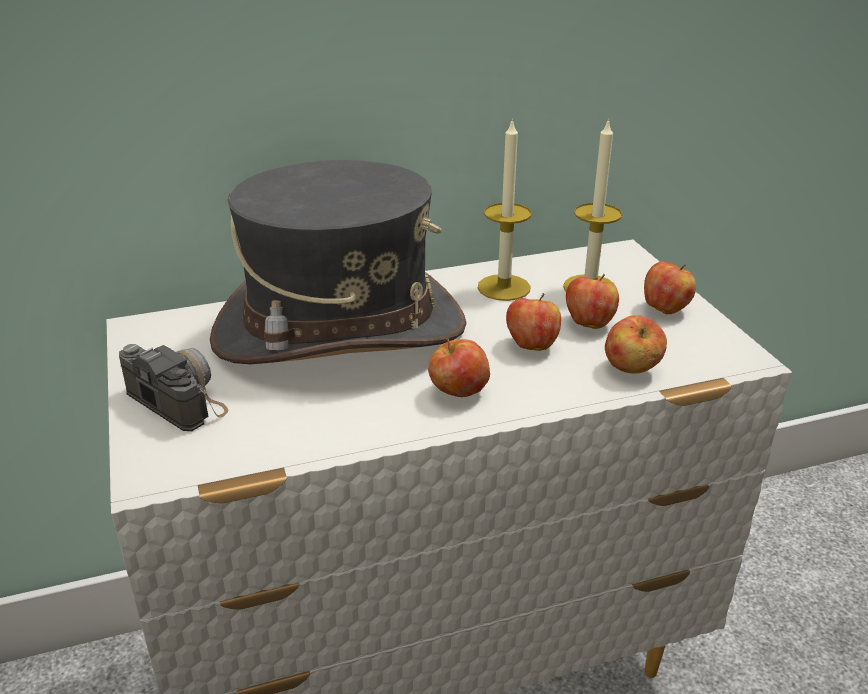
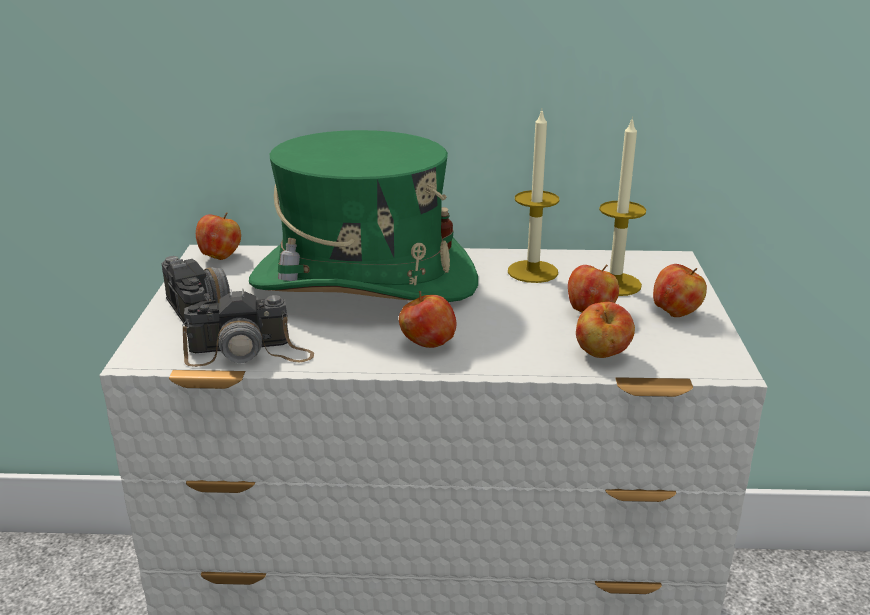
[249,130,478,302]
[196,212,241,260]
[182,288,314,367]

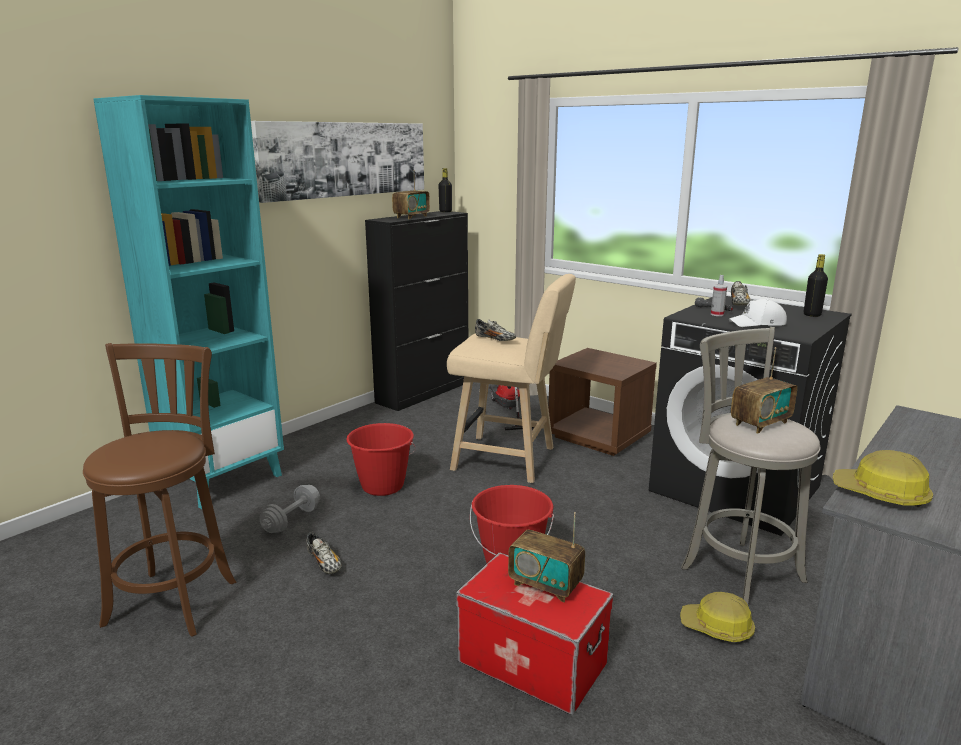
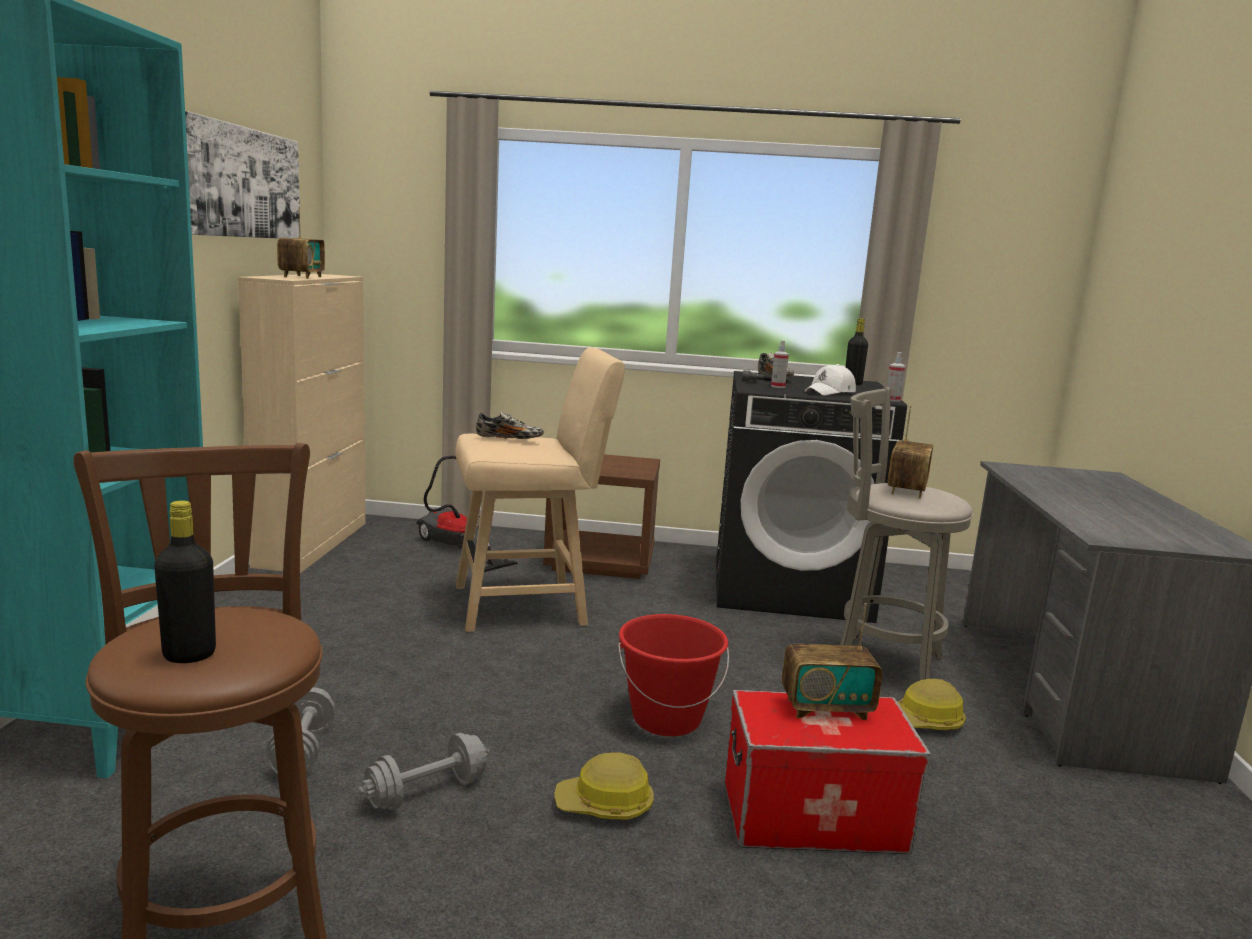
[359,733,489,810]
[346,423,416,496] (first image)
[238,274,365,573]
[154,501,216,663]
[555,753,654,820]
[887,352,905,402]

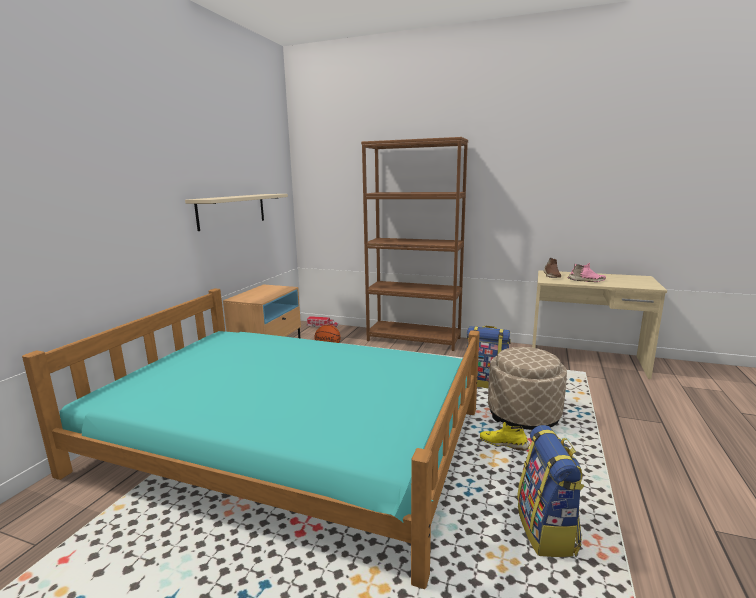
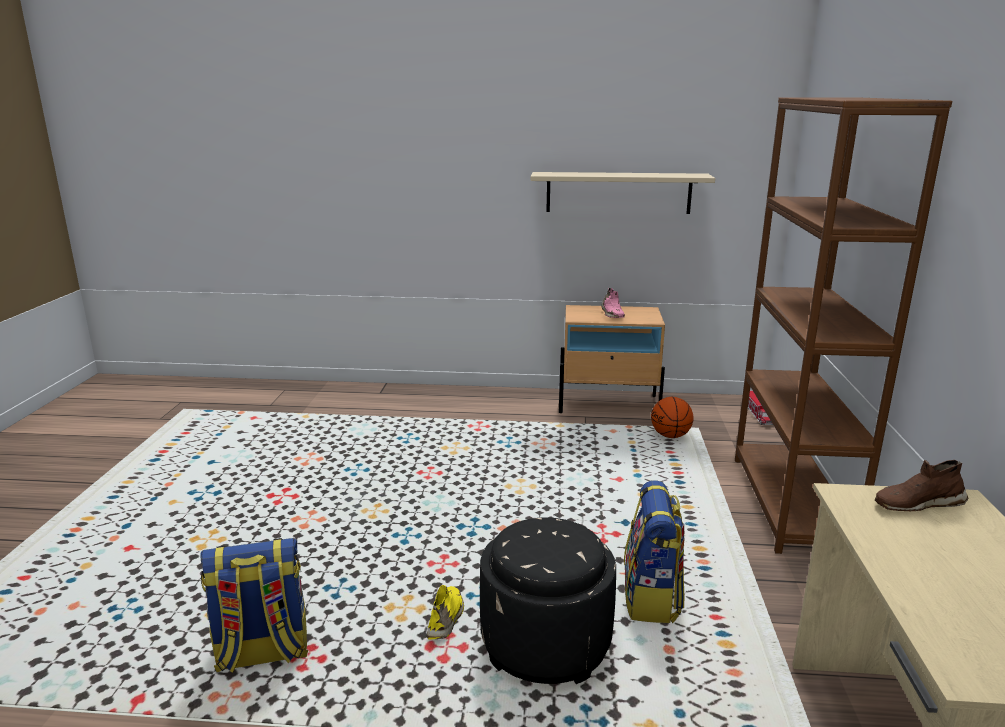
[22,288,480,589] (first image)
[480,517,616,684]
[601,288,625,318]

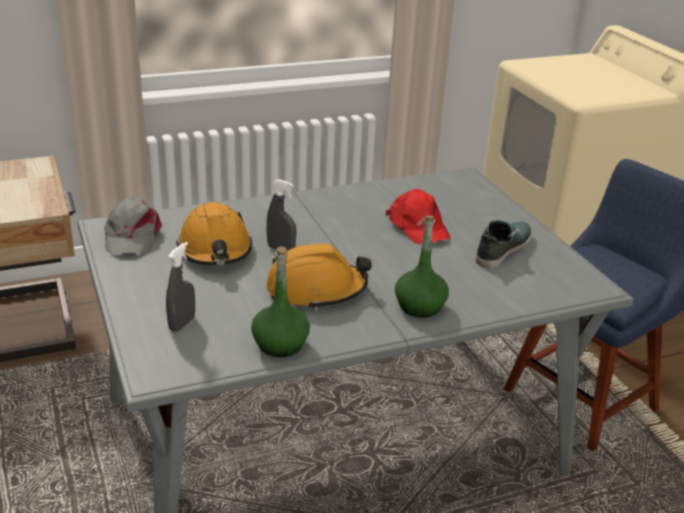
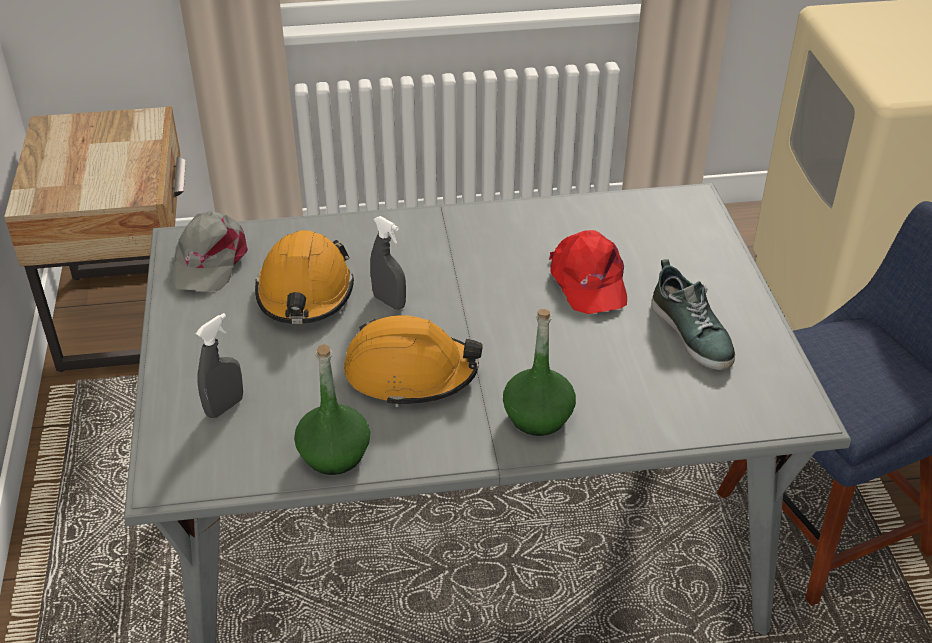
[651,259,735,370]

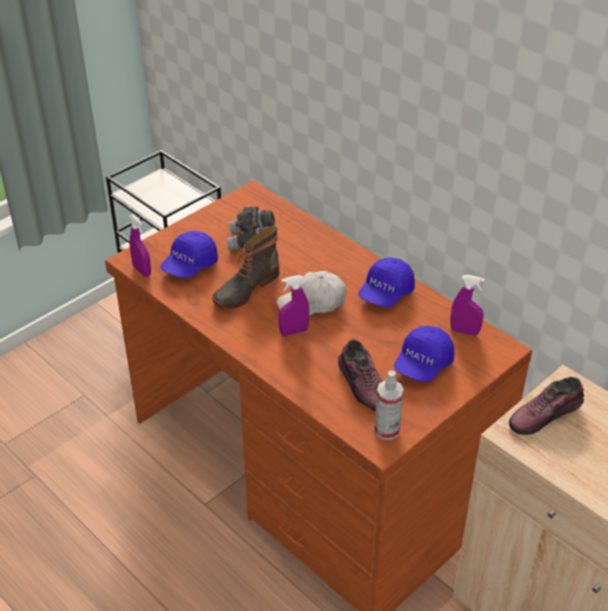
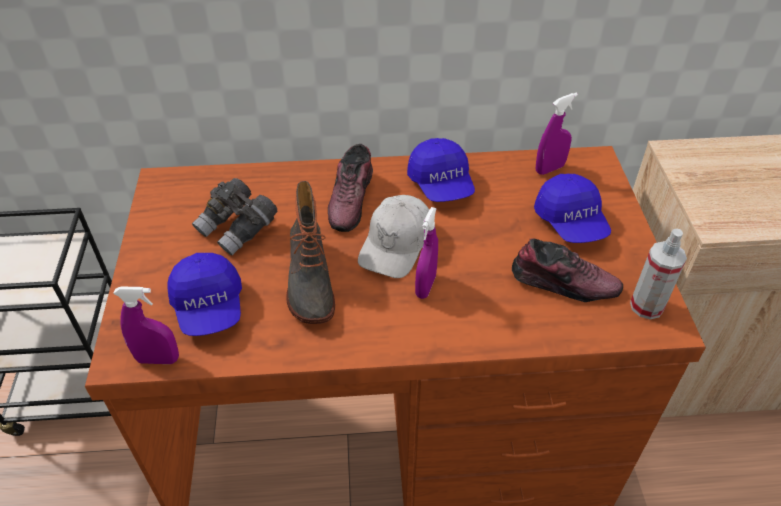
[328,144,373,232]

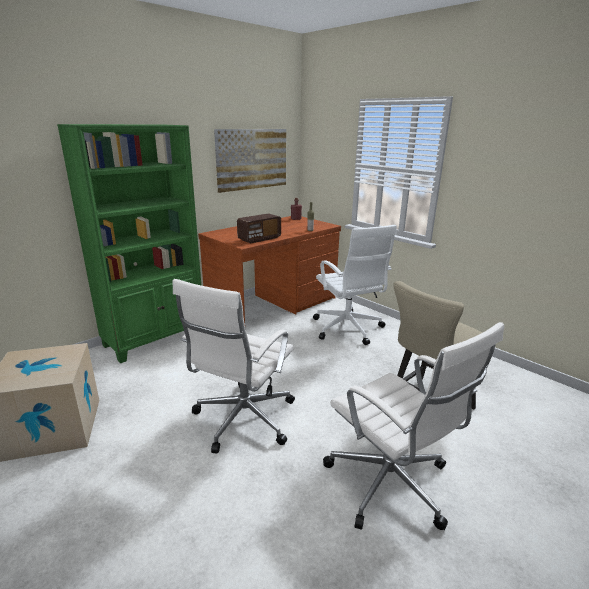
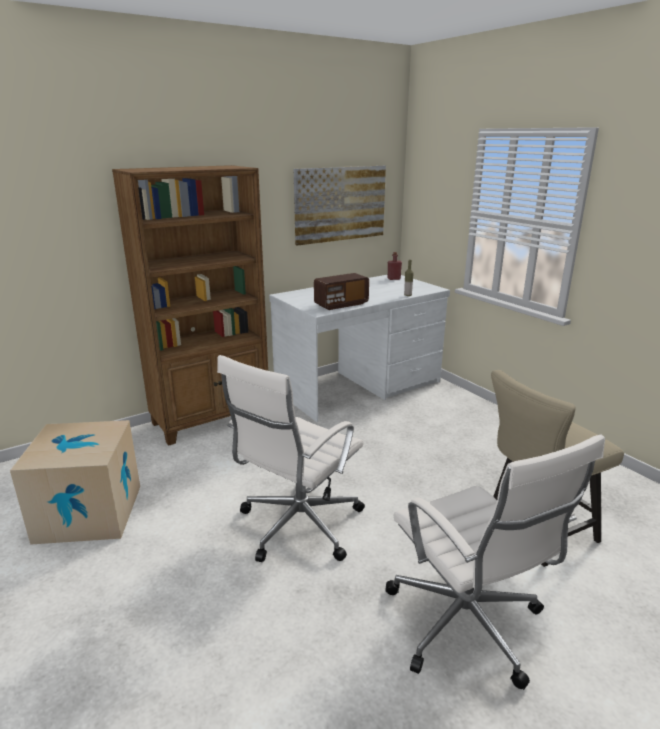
[112,165,268,446]
[269,275,450,422]
[313,225,397,345] (first image)

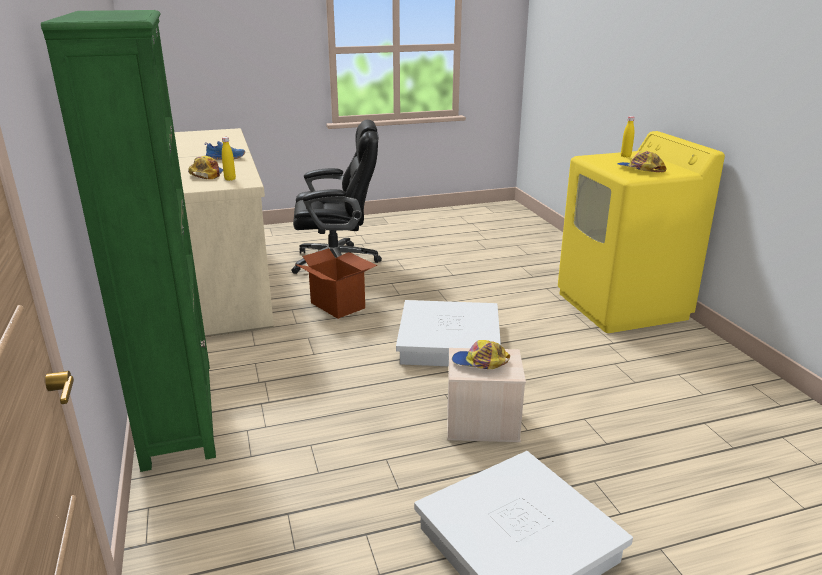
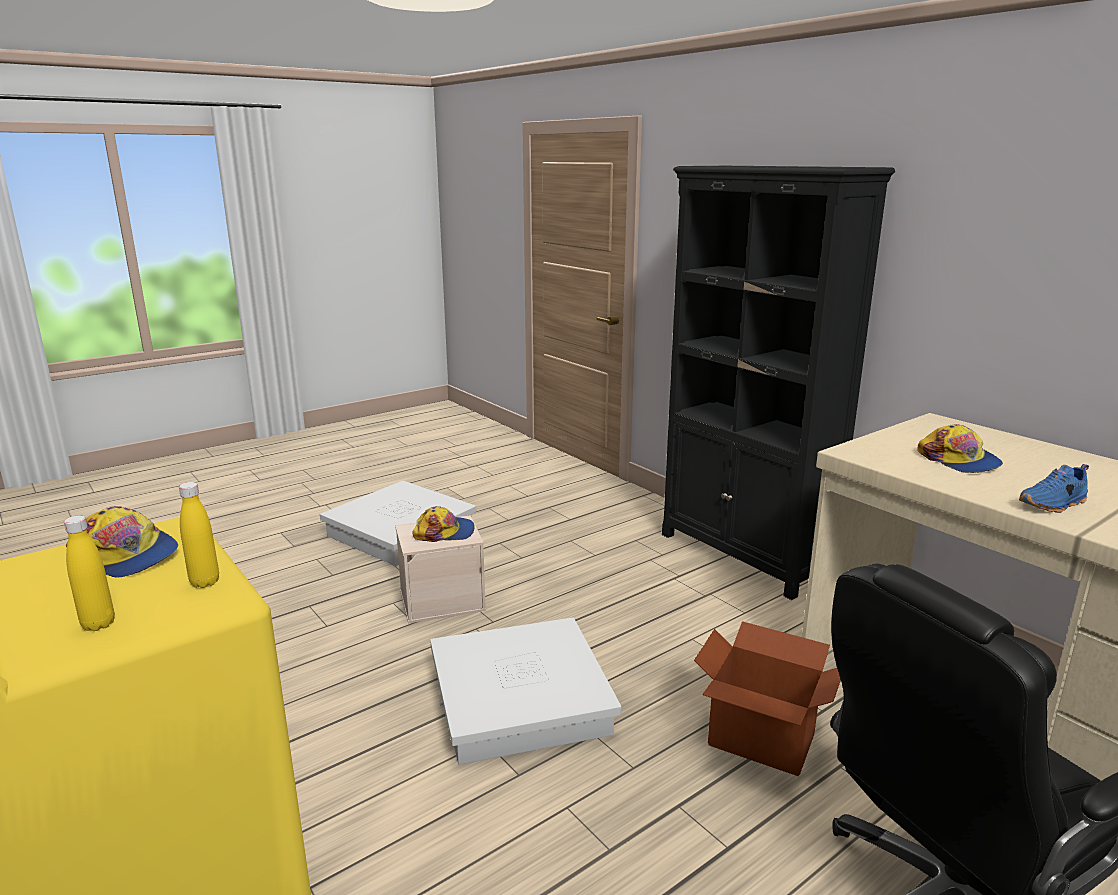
[662,166,895,600]
[179,482,219,588]

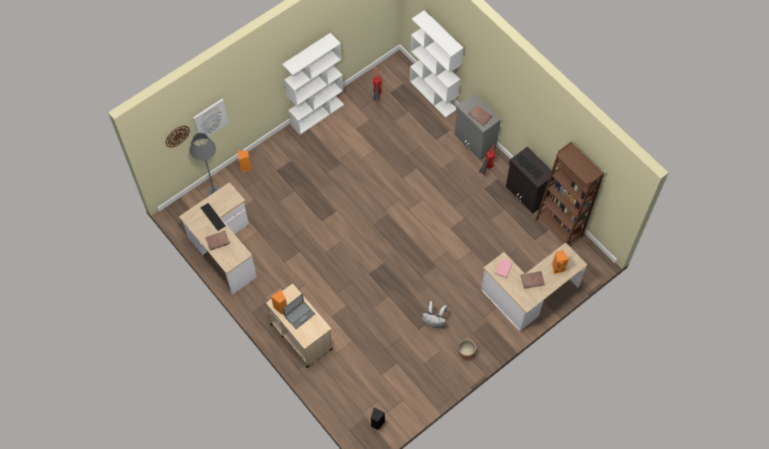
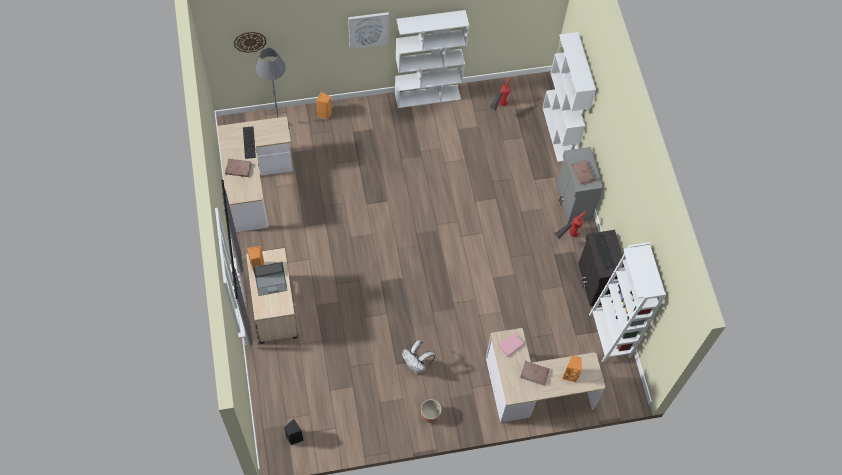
[348,12,389,49]
[589,242,666,362]

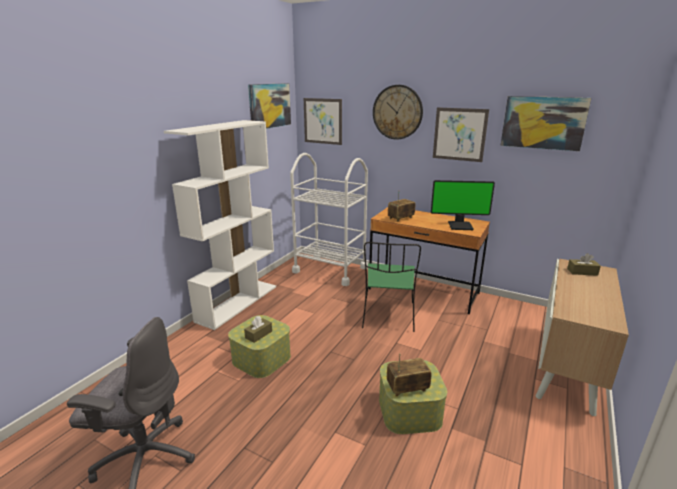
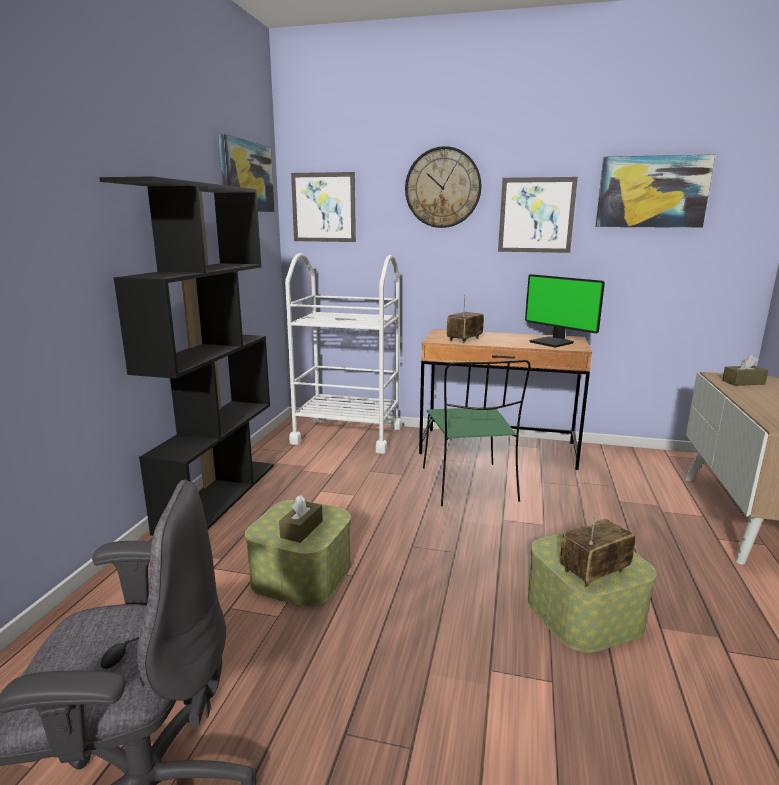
[99,176,274,536]
[525,274,605,348]

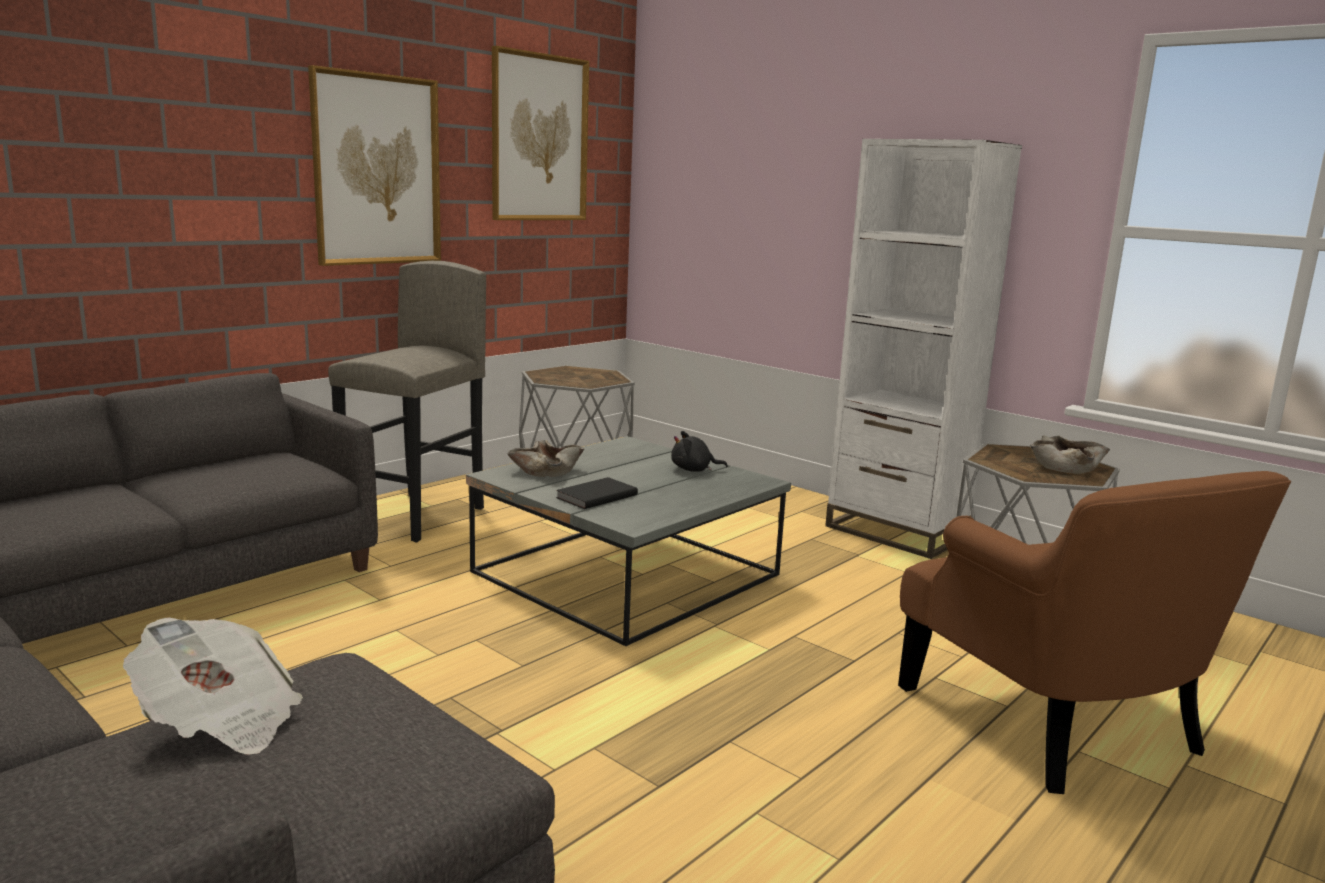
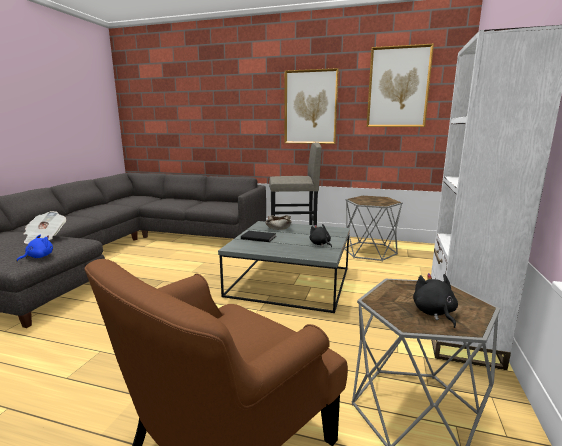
[413,273,458,328]
[16,235,53,262]

